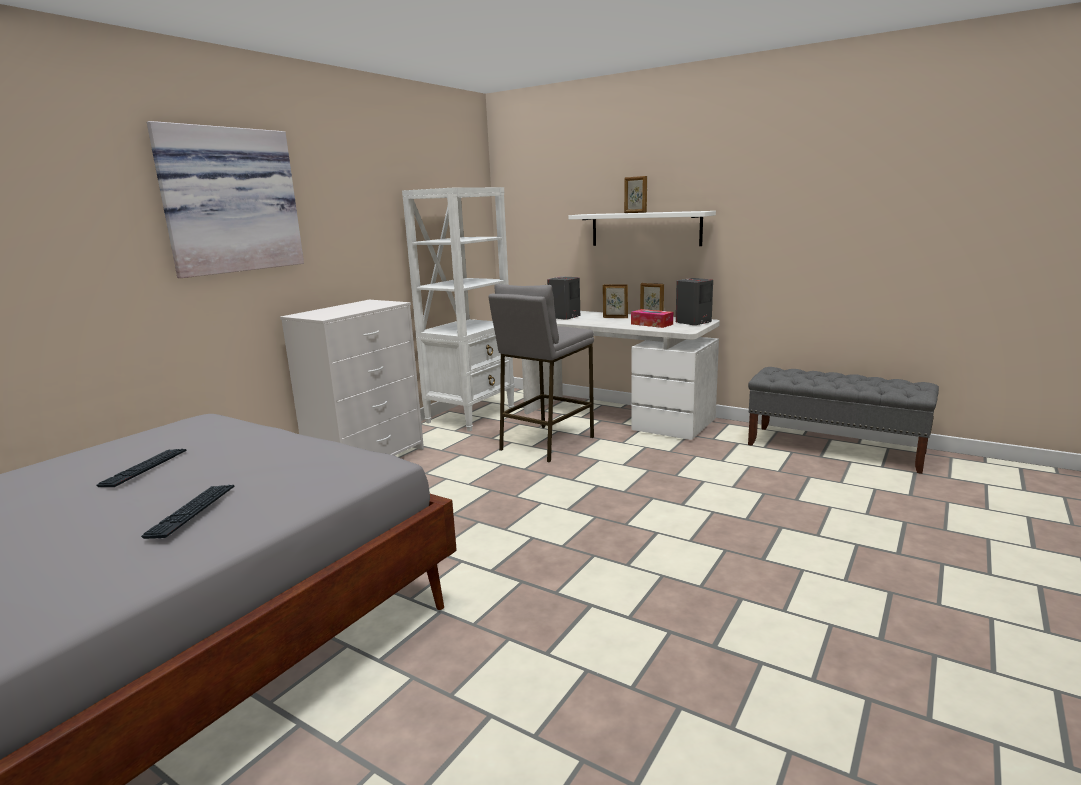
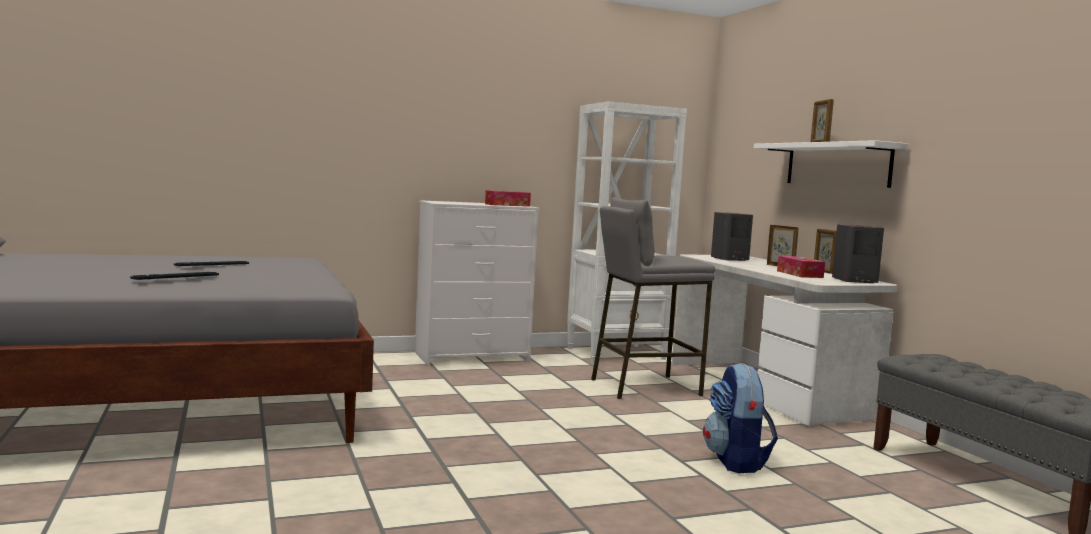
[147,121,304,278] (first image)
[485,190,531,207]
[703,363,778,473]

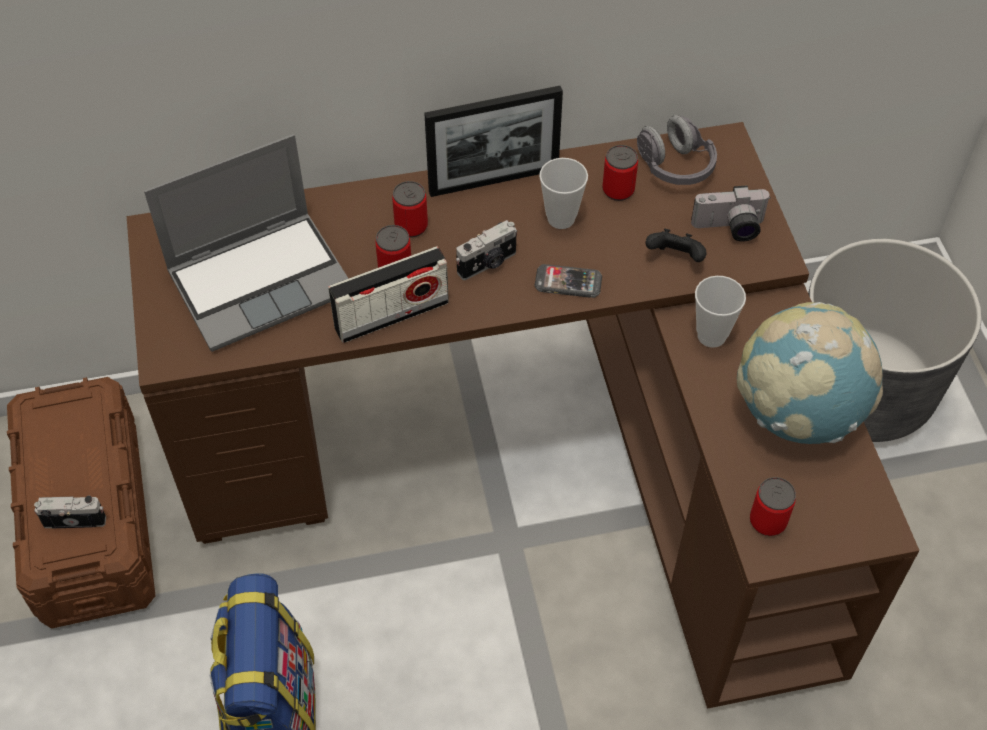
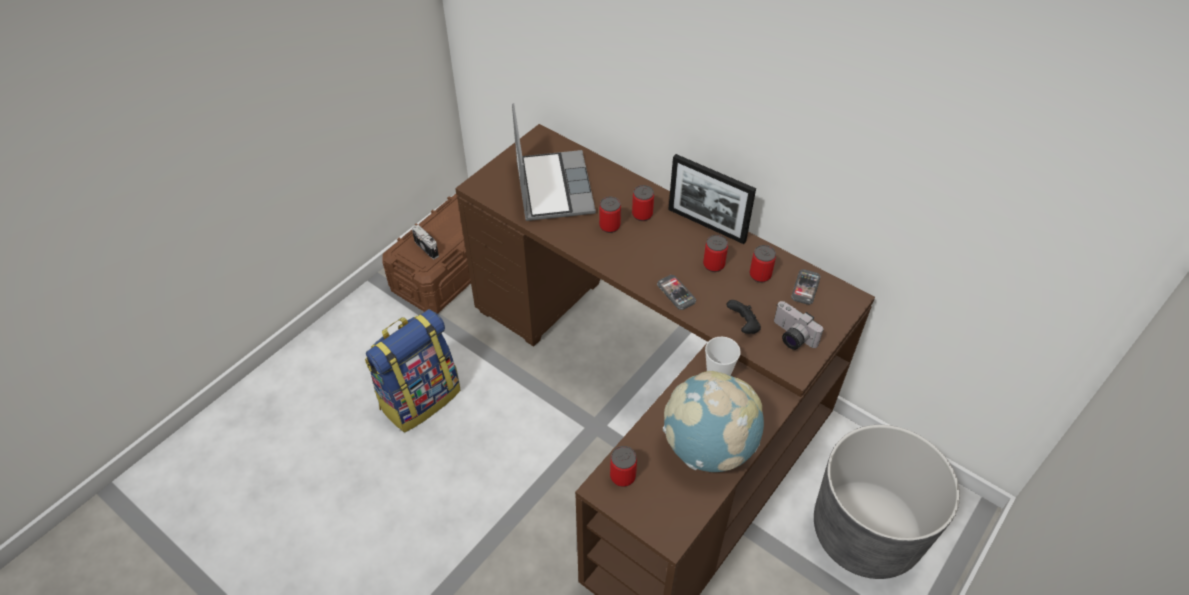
[512,103,596,221]
[328,246,449,343] (first image)
[456,220,517,280] (first image)
[703,235,728,272]
[791,269,821,305]

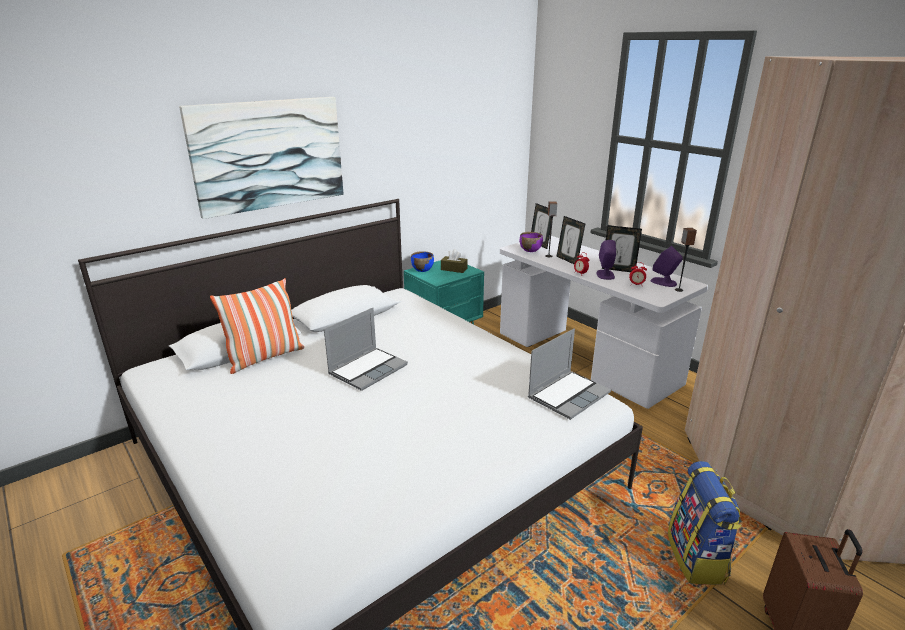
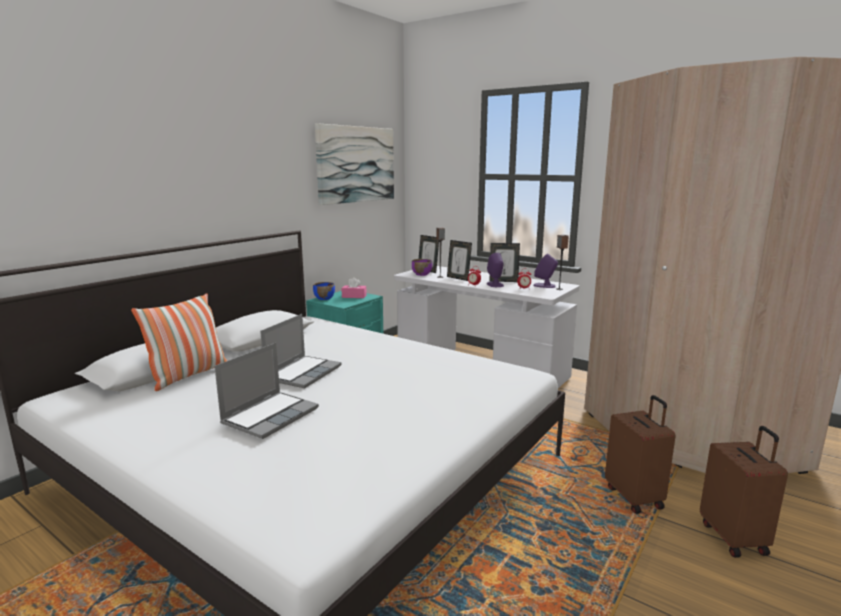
[315,123,394,205]
[341,277,366,298]
[215,343,319,439]
[605,395,676,514]

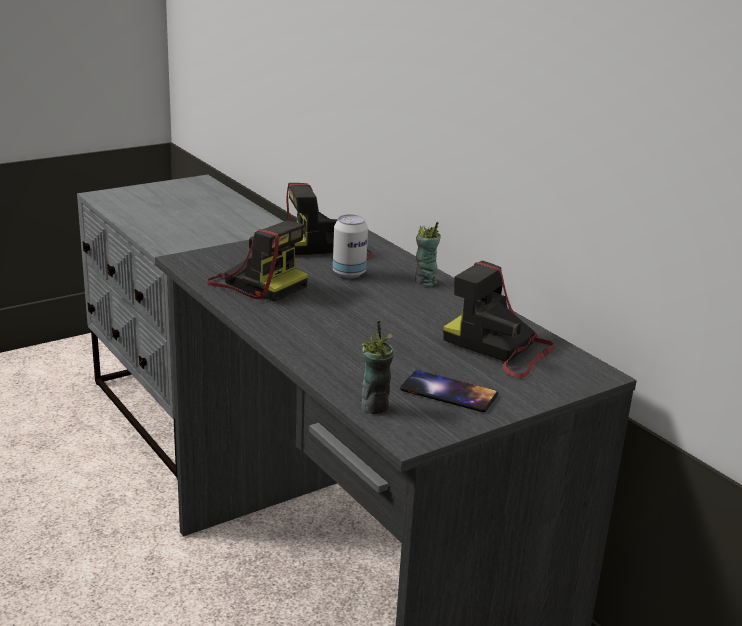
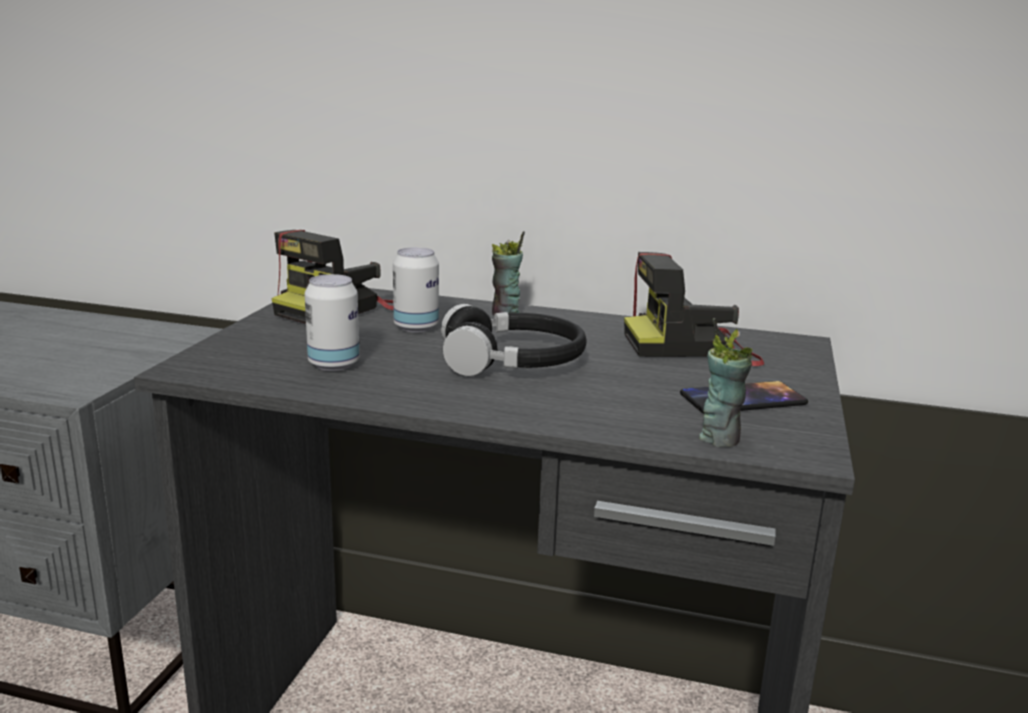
[305,274,359,371]
[441,304,587,376]

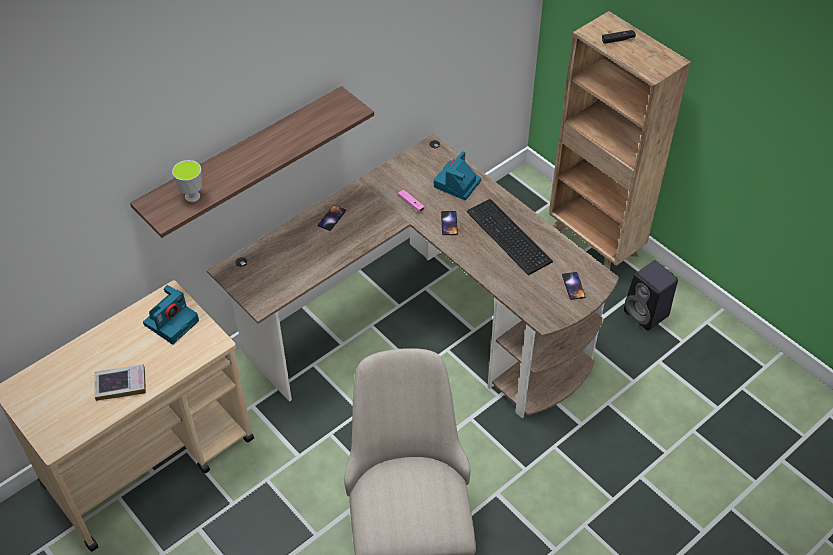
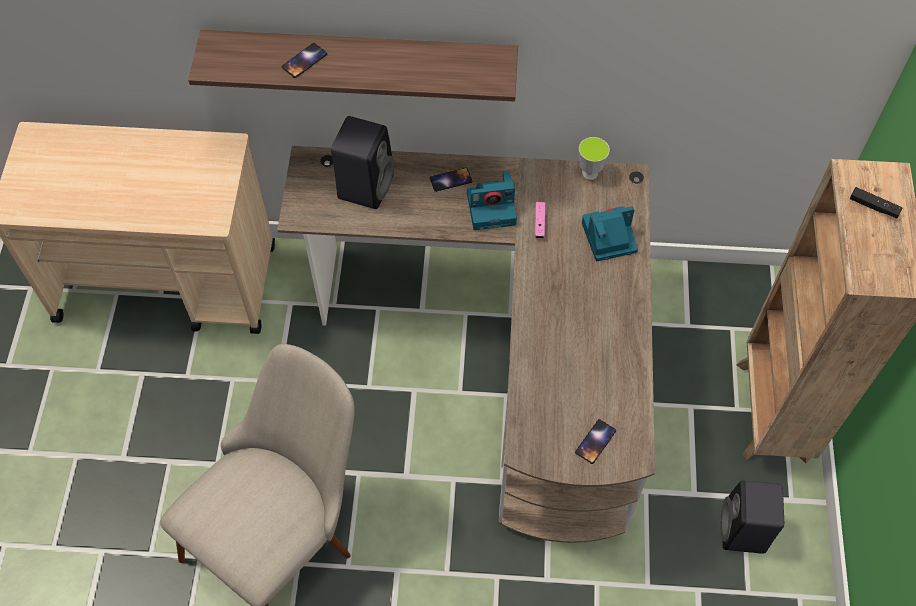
[95,364,146,401] (first image)
[467,170,517,230]
[579,137,610,180]
[282,43,327,78]
[467,199,553,275] (first image)
[331,116,394,209]

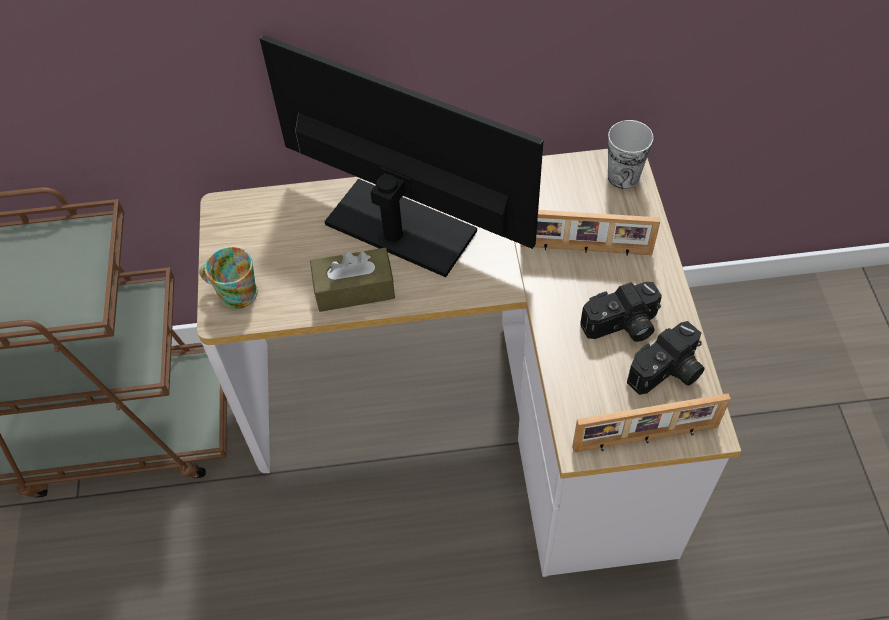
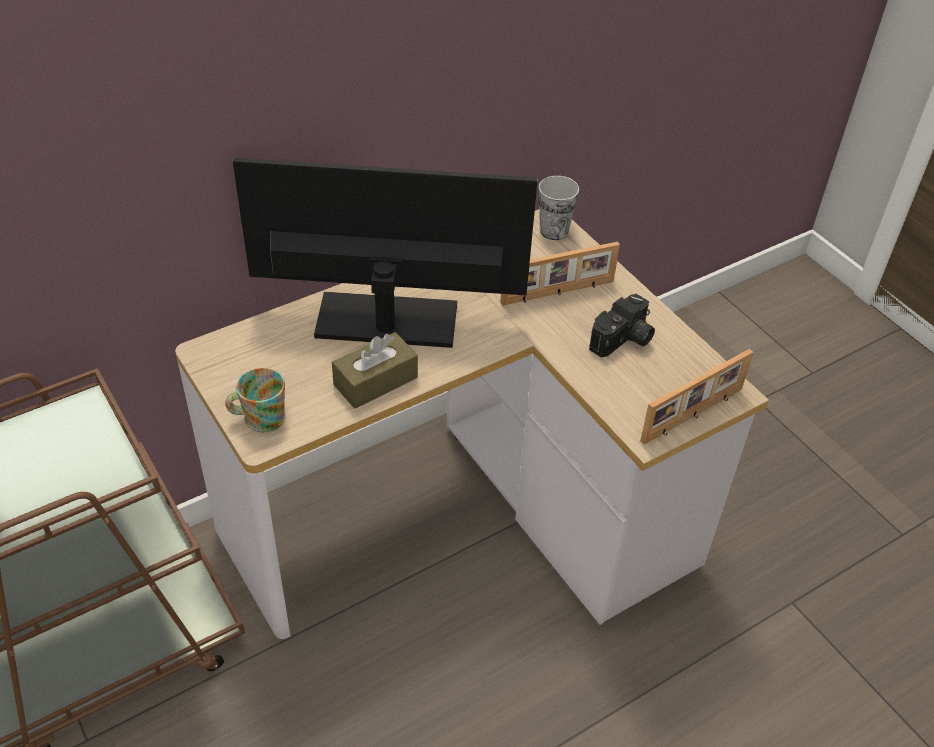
[627,321,705,395] (first image)

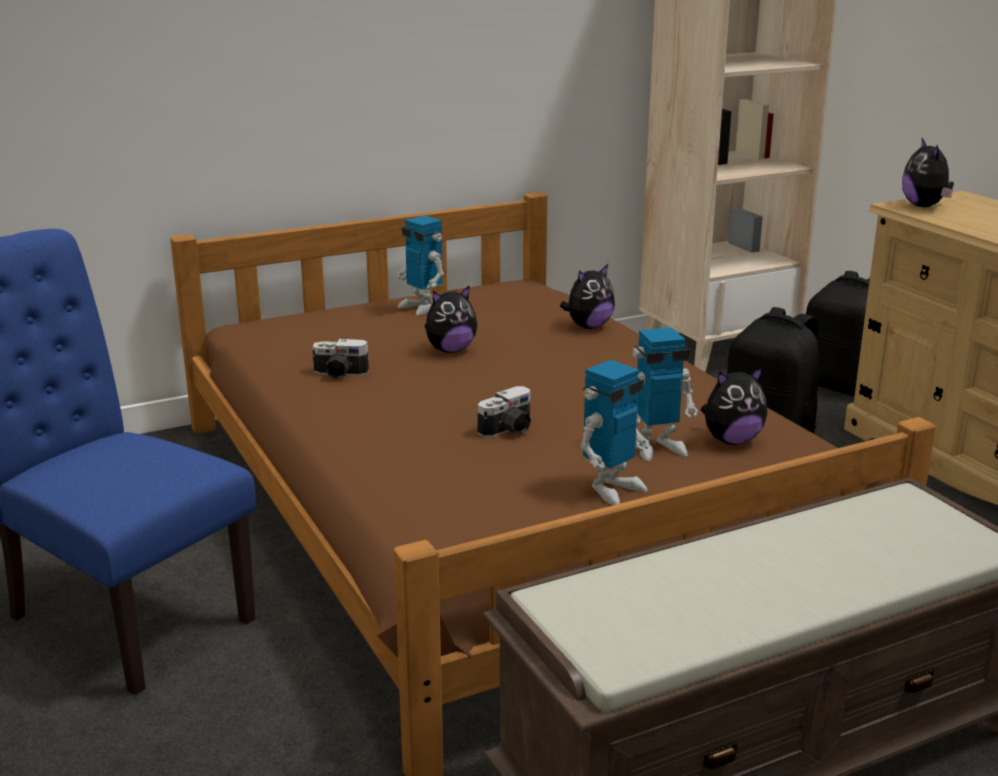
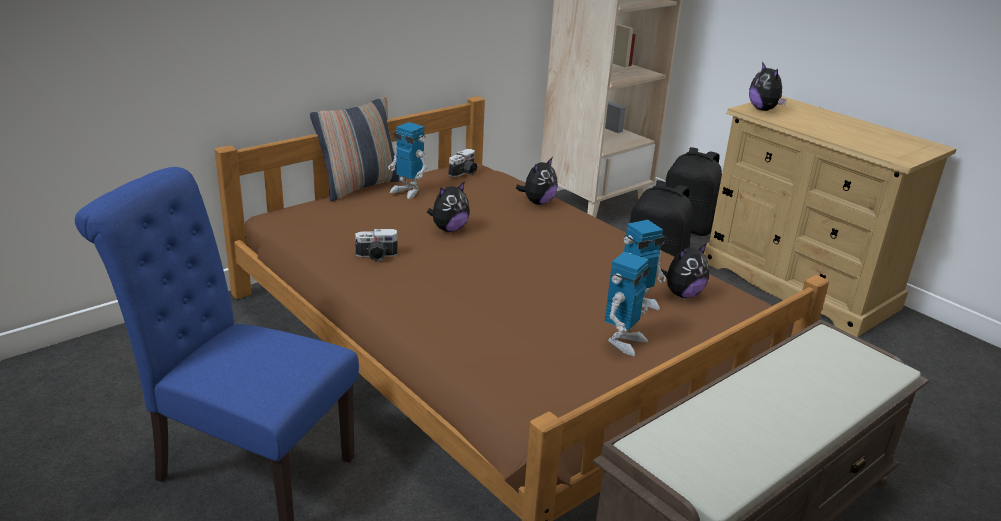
[448,149,477,177]
[310,97,402,202]

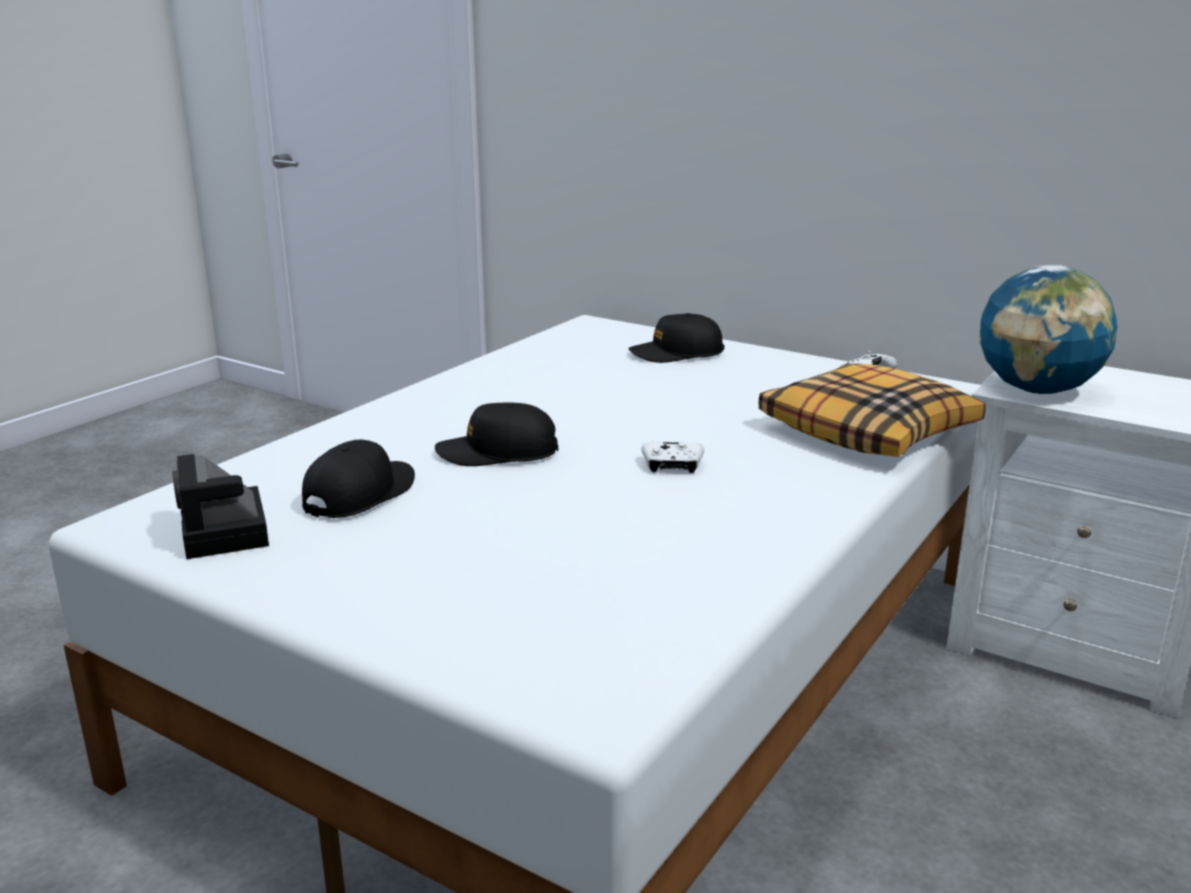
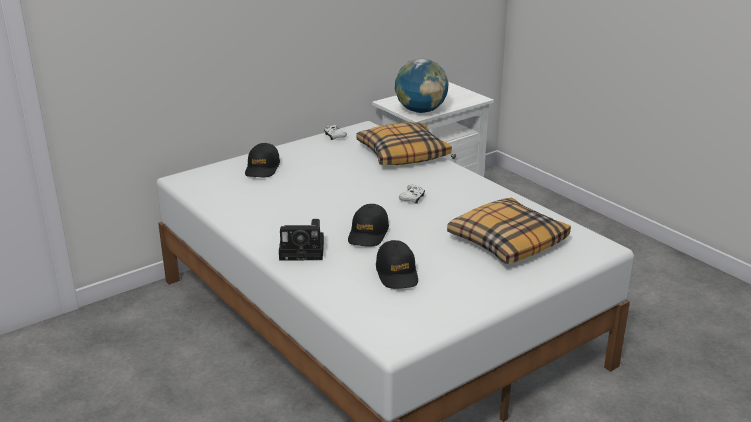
[279,219,324,261]
[376,240,418,289]
[447,198,571,264]

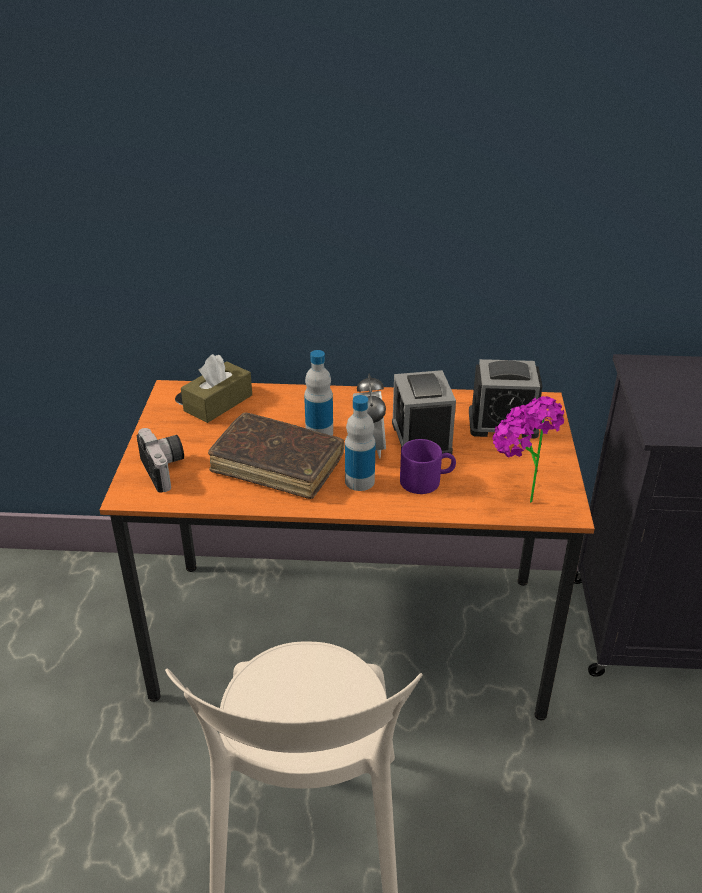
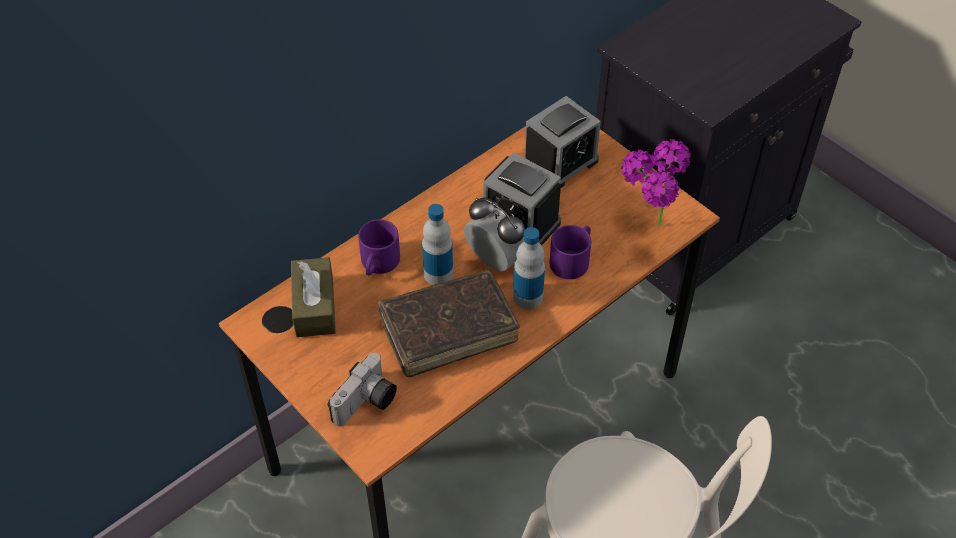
[327,353,397,427]
[358,219,400,275]

